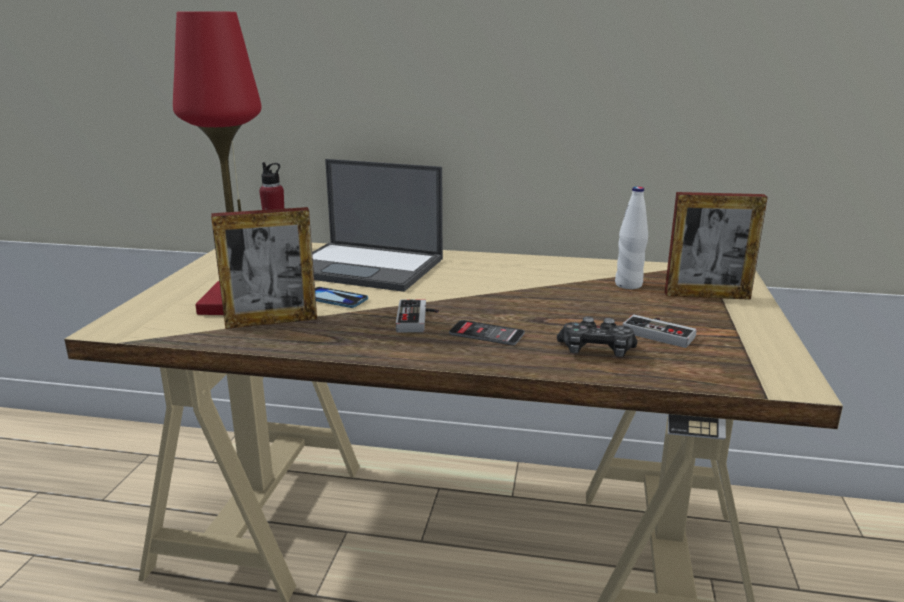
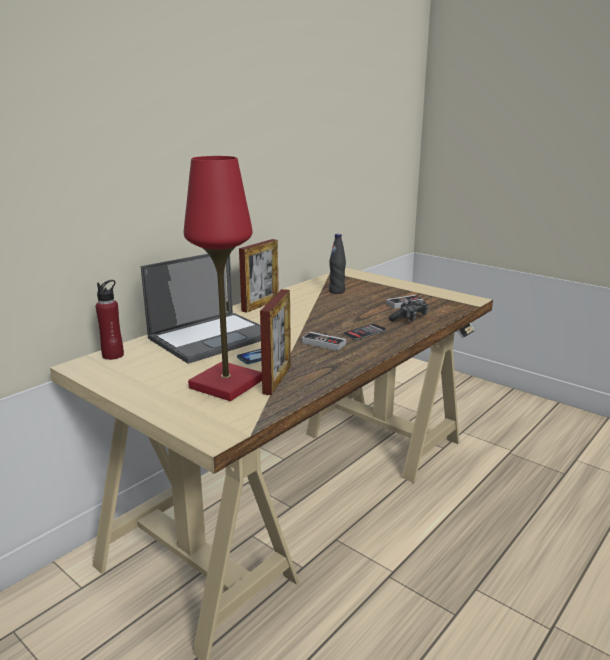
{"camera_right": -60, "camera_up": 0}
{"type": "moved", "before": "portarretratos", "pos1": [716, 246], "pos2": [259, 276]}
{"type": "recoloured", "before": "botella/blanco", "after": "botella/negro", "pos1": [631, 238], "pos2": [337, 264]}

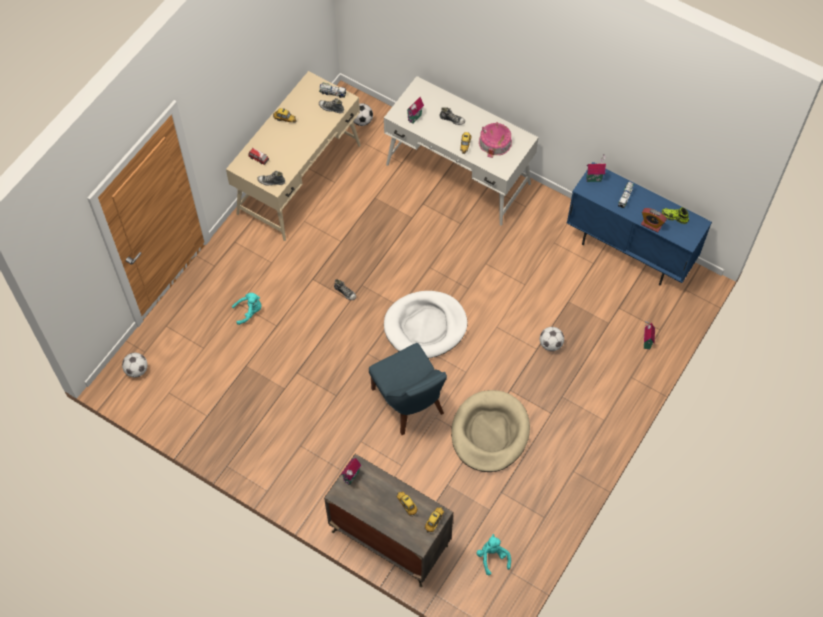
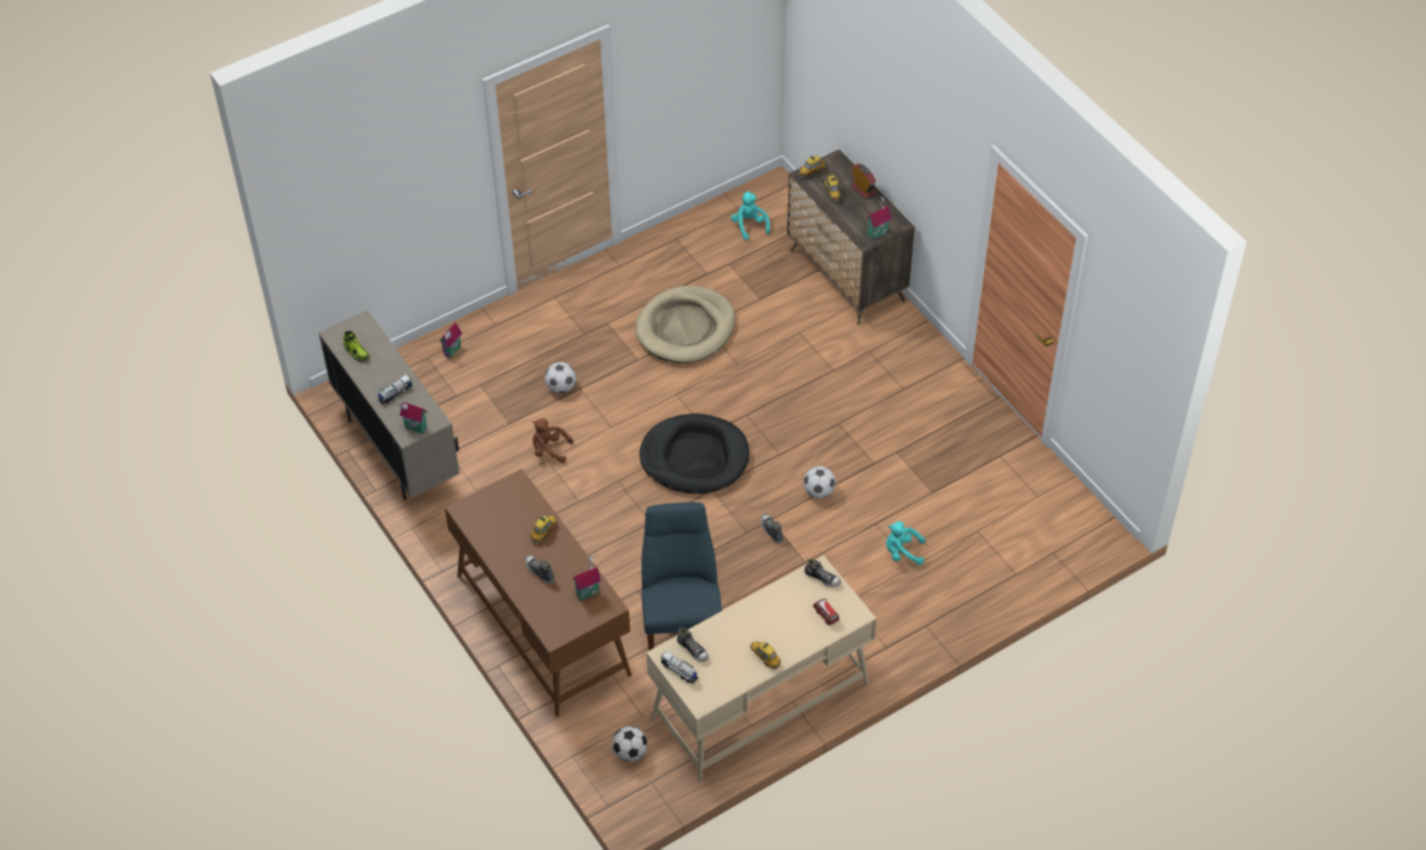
{"camera_right": -155, "camera_up": -10}
{"type": "recoloured", "before": "armario/azul", "after": "armario/beis", "pos1": [639, 223], "pos2": [389, 405]}
{"type": "recoloured", "before": "escritorio/blanco", "after": "escritorio/marrón", "pos1": [461, 151], "pos2": [538, 593]}
{"type": "added", "after": "peluche/marrón", "pos2": [552, 440]}
{"type": "recoloured", "before": "cama para perro/blanco", "after": "cama para perro/negro", "pos1": [425, 324], "pos2": [694, 453]}
{"type": "moved", "before": "silla/azul", "pos1": [408, 389], "pos2": [681, 576]}
{"type": "turned", "before": "peluche/turquesa", "pos1": [493, 555], "pos2": [750, 215], "turn": 150}
{"type": "moved", "before": "balón de fútbol", "pos1": [135, 365], "pos2": [819, 482]}
{"type": "moved", "before": "despertador", "pos1": [654, 220], "pos2": [863, 181]}
{"type": "removed", "before": "casita", "pos1": [495, 140]}

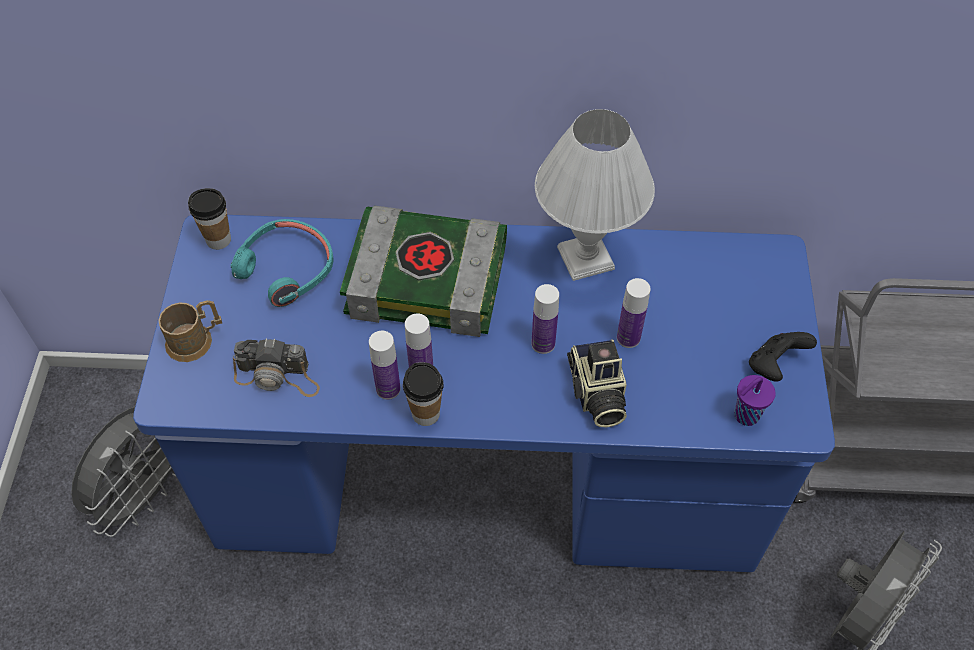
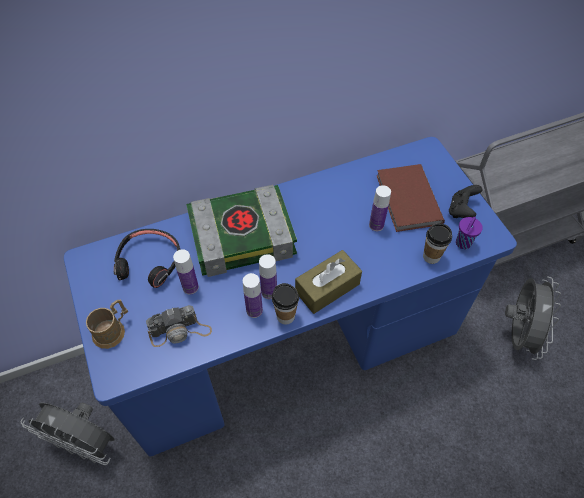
{"camera_right": -25, "camera_up": 0}
{"type": "turned", "before": "ventilador/gris", "pos1": [123, 472], "pos2": [68, 434], "turn": 105}
{"type": "recoloured", "before": "auriculares/turquesa", "after": "auriculares/negro", "pos1": [282, 263], "pos2": [147, 258]}
{"type": "moved", "before": "botella", "pos1": [545, 319], "pos2": [186, 272]}
{"type": "added", "after": "caja de pañuelos/marrón", "pos2": [328, 282]}
{"type": "added", "after": "libro/marrón", "pos2": [410, 198]}
{"type": "moved", "before": "taza", "pos1": [209, 219], "pos2": [437, 243]}
{"type": "removed", "before": "lámpara de mesa/blanco", "pos1": [595, 195]}
{"type": "removed", "before": "cámara", "pos1": [597, 383]}

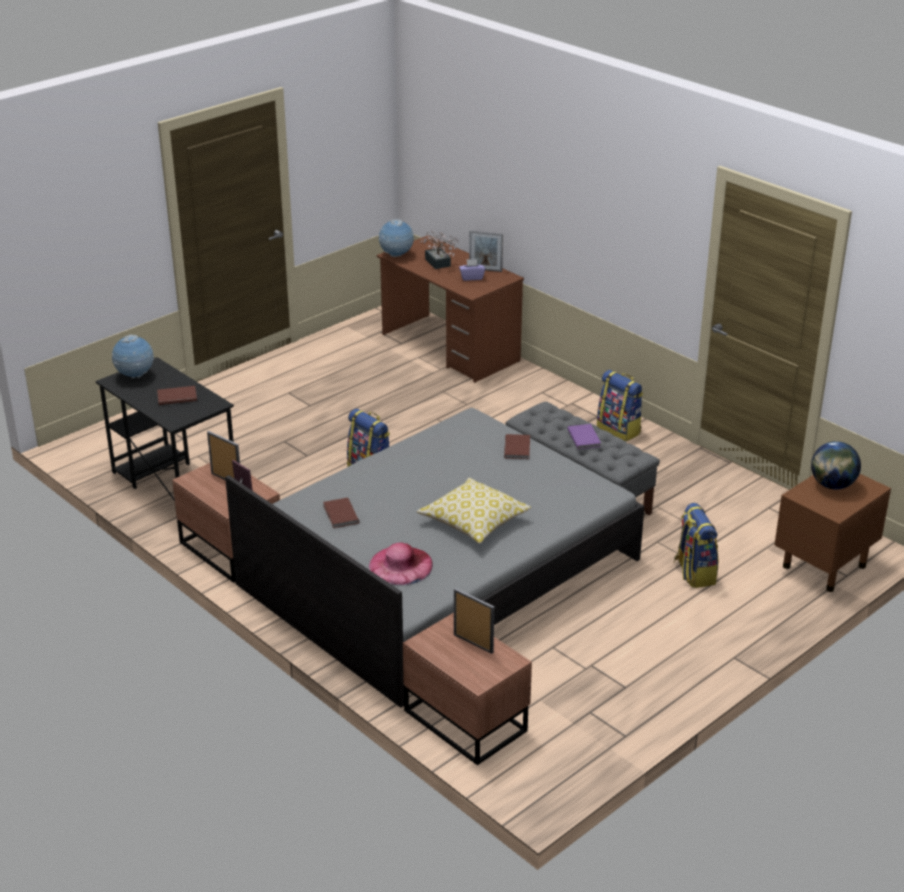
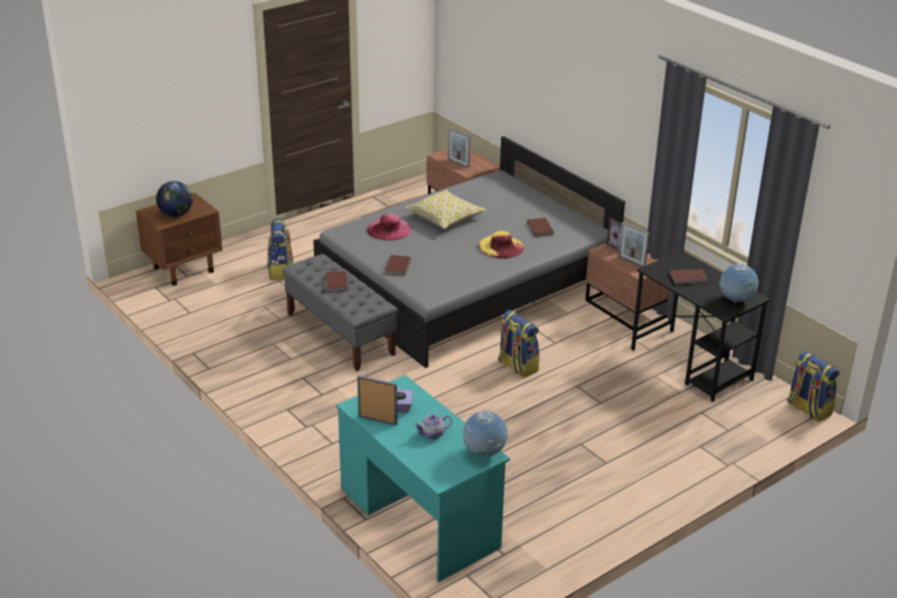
{"camera_right": -175, "camera_up": 0}
{"type": "recoloured", "before": "libro/morado", "after": "libro/marrón", "pos1": [584, 436], "pos2": [337, 281]}
{"type": "recoloured", "before": "escritorio/marrón", "after": "escritorio/turquesa", "pos1": [450, 309], "pos2": [423, 478]}
{"type": "moved", "before": "sombrero/rosa", "pos1": [401, 563], "pos2": [389, 227]}
{"type": "replaced", "before": "planta en maceta", "after": "tetera", "pos1": [439, 250], "pos2": [433, 426]}
{"type": "added", "after": "sombrero/amarillo", "pos2": [501, 245]}
{"type": "moved", "before": "mochila", "pos1": [620, 406], "pos2": [813, 386]}

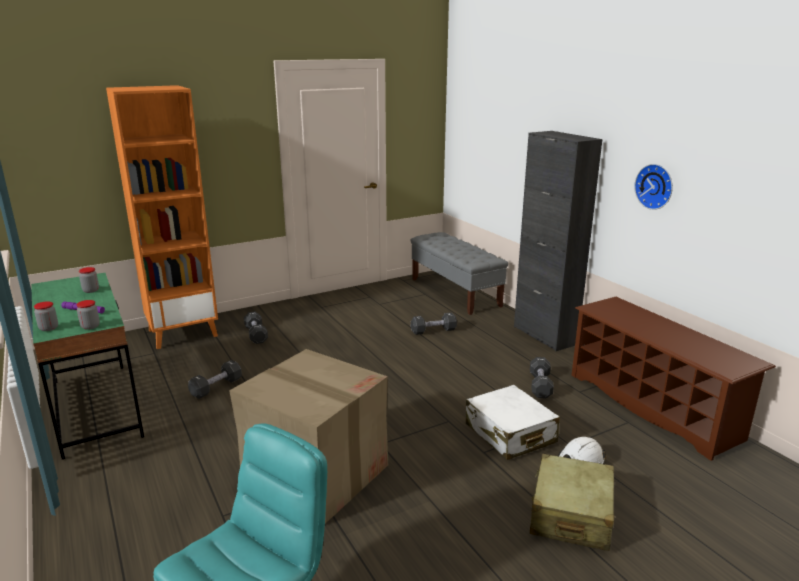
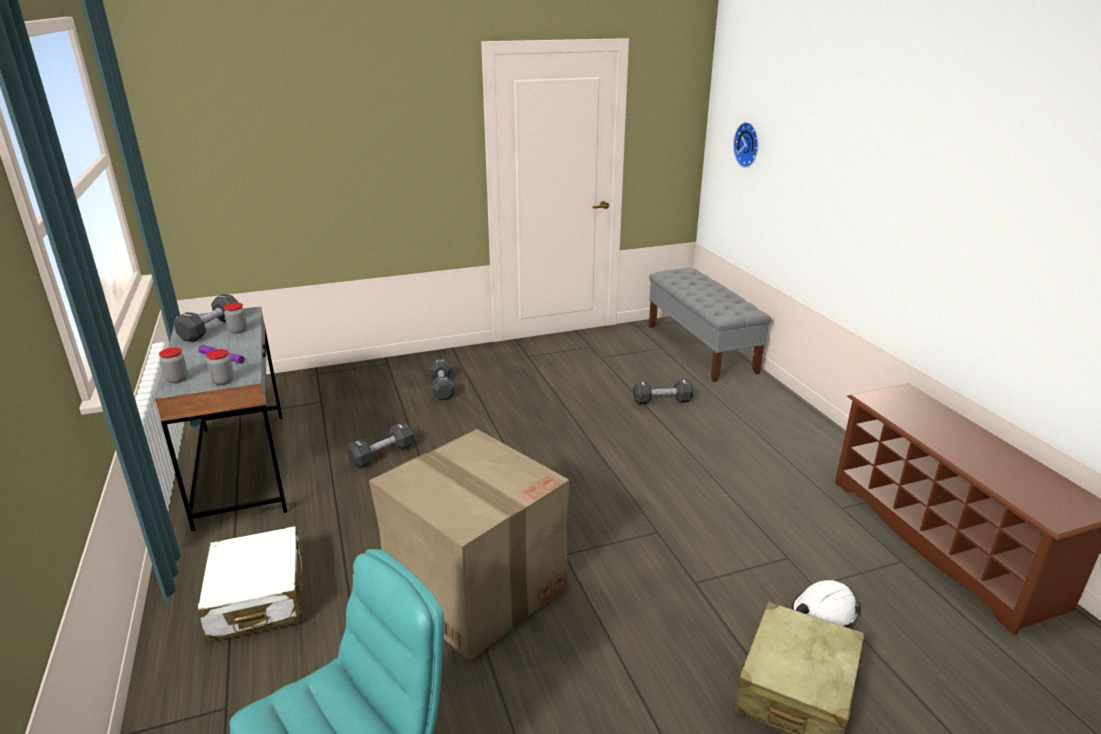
{"camera_right": 10, "camera_up": 5}
{"type": "recoloured", "before": "escritorio/verde", "after": "escritorio/gris", "pos1": [87, 366], "pos2": [221, 418]}
{"type": "moved", "before": "mancuerna/negro", "pos1": [542, 378], "pos2": [206, 318]}
{"type": "moved", "before": "maleta/blanco", "pos1": [513, 422], "pos2": [249, 584]}
{"type": "moved", "before": "reloj de pared", "pos1": [653, 187], "pos2": [746, 145]}
{"type": "removed", "before": "estantería/naranja", "pos1": [162, 217]}
{"type": "removed", "before": "armario/negro", "pos1": [558, 241]}

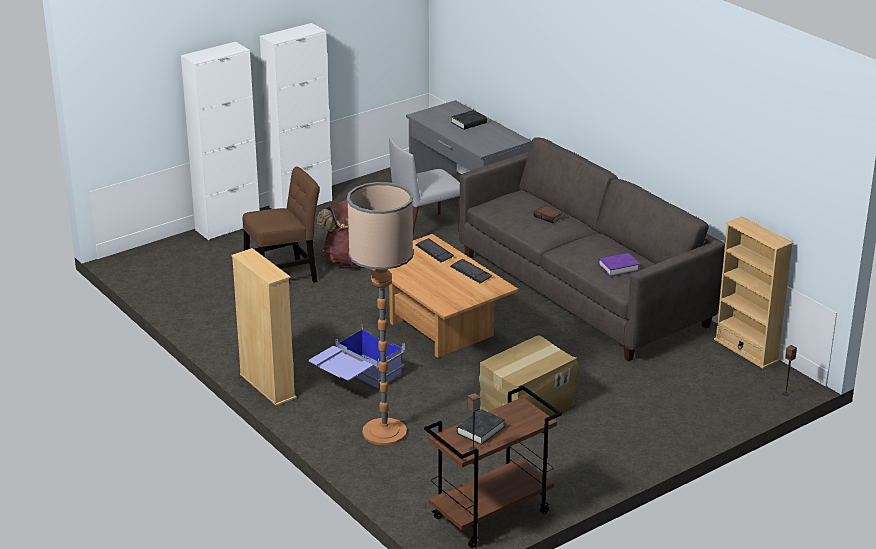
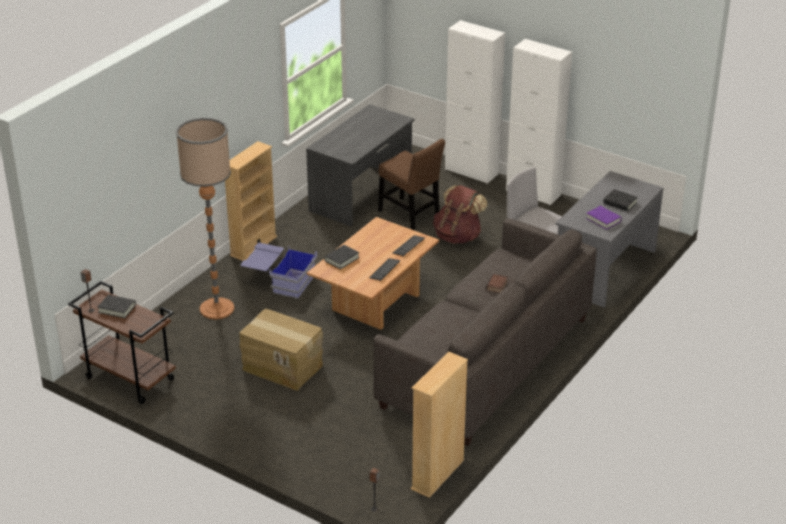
{"camera_right": 70, "camera_up": 5}
{"type": "added", "after": "escritorio/gris", "pos2": [360, 165]}
{"type": "added", "after": "libro/negro", "pos2": [341, 257]}
{"type": "moved", "before": "libro/morado", "pos1": [618, 264], "pos2": [604, 218]}

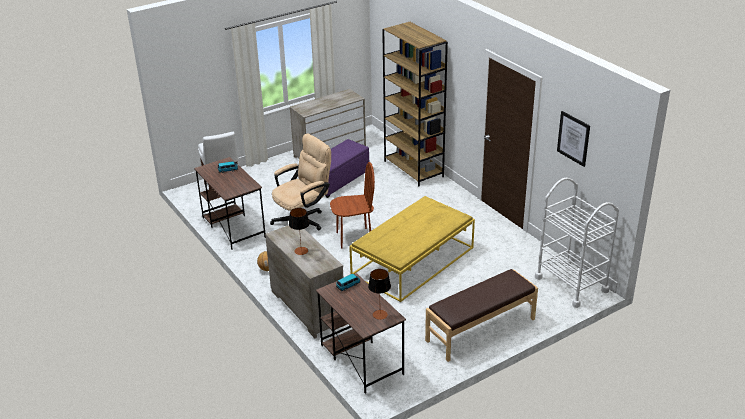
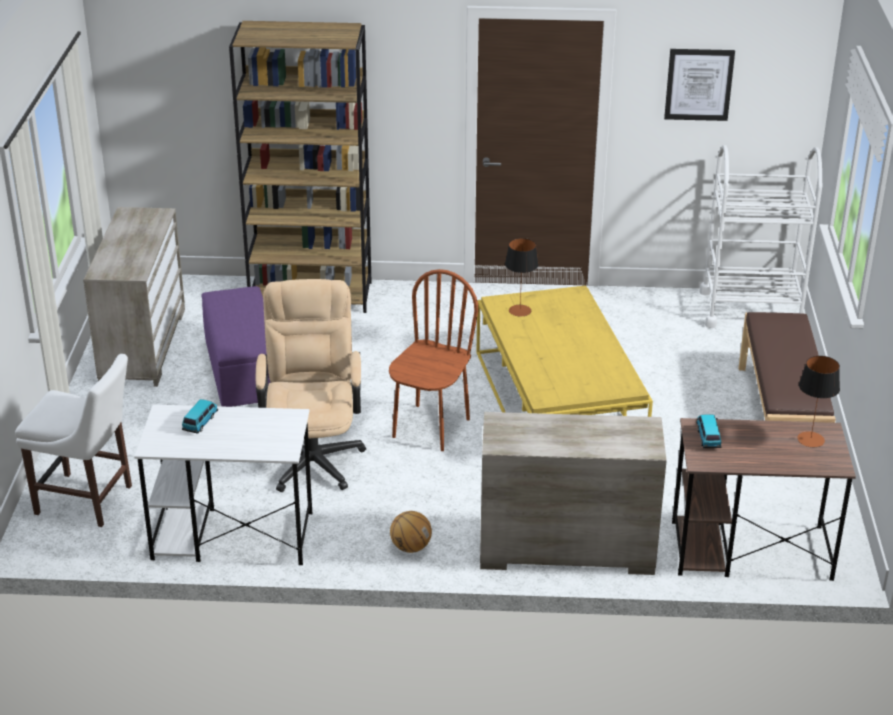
{"camera_right": -55, "camera_up": 0}
{"type": "recoloured", "before": "escritorio/marrón", "after": "escritorio/blanco", "pos1": [230, 203], "pos2": [223, 484]}
{"type": "moved", "before": "lámpara de mesa", "pos1": [299, 231], "pos2": [522, 277]}

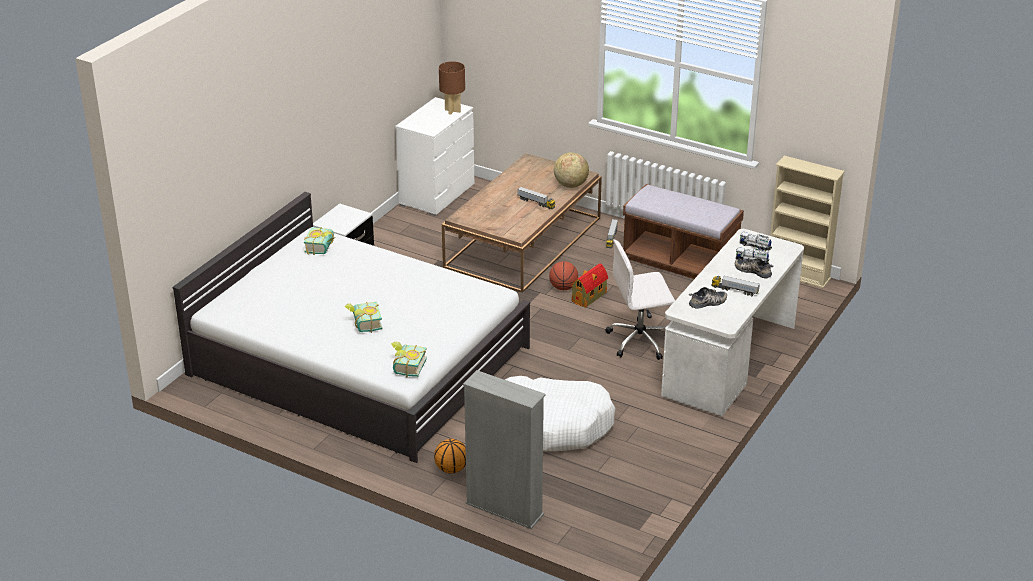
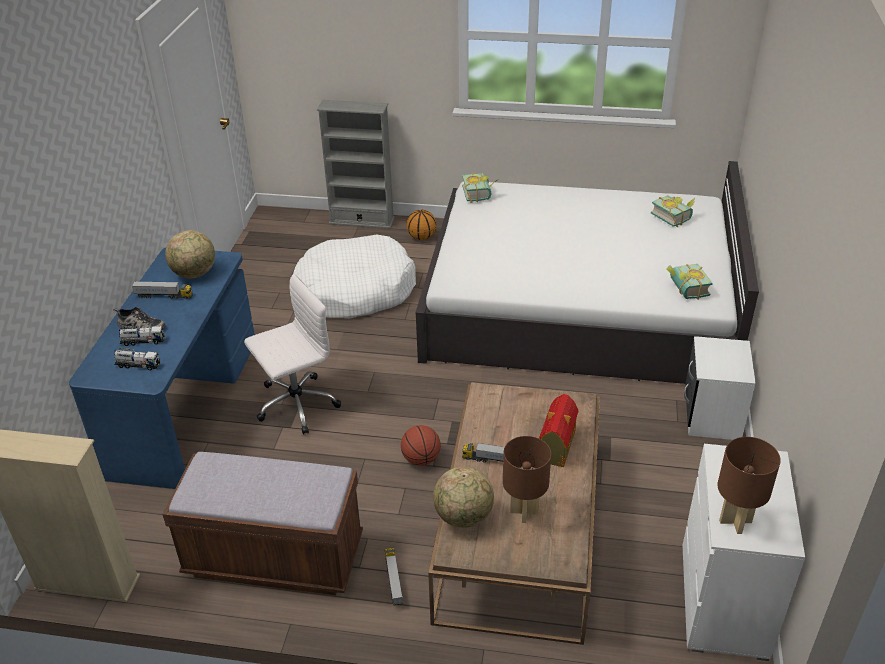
{"camera_right": 160, "camera_up": 5}
{"type": "recoloured", "before": "escritorio/blanco", "after": "escritorio/azul", "pos1": [732, 322], "pos2": [162, 368]}
{"type": "replaced", "before": "zapato", "after": "globo terráqueo", "pos1": [708, 298], "pos2": [190, 254]}
{"type": "added", "after": "lámpara de mesa/marrón", "pos2": [527, 479]}
{"type": "moved", "before": "casita", "pos1": [589, 285], "pos2": [559, 430]}
{"type": "moved", "before": "libro", "pos1": [363, 317], "pos2": [673, 211]}

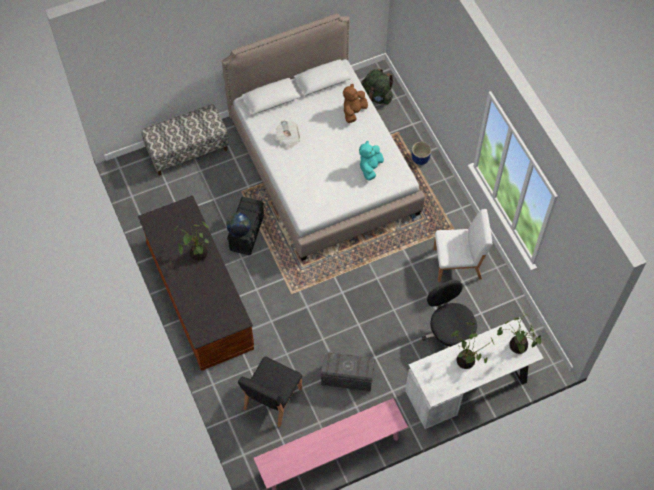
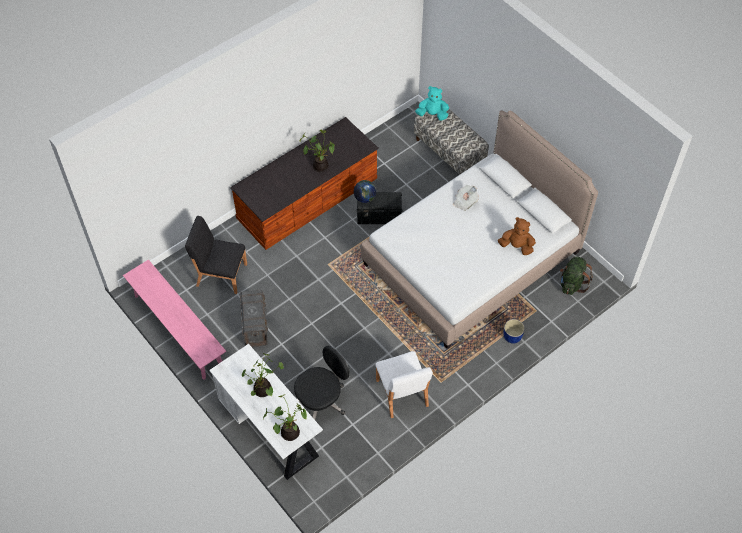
{"camera_right": 75, "camera_up": -5}
{"type": "moved", "before": "peluche/turquesa", "pos1": [371, 161], "pos2": [432, 103]}

